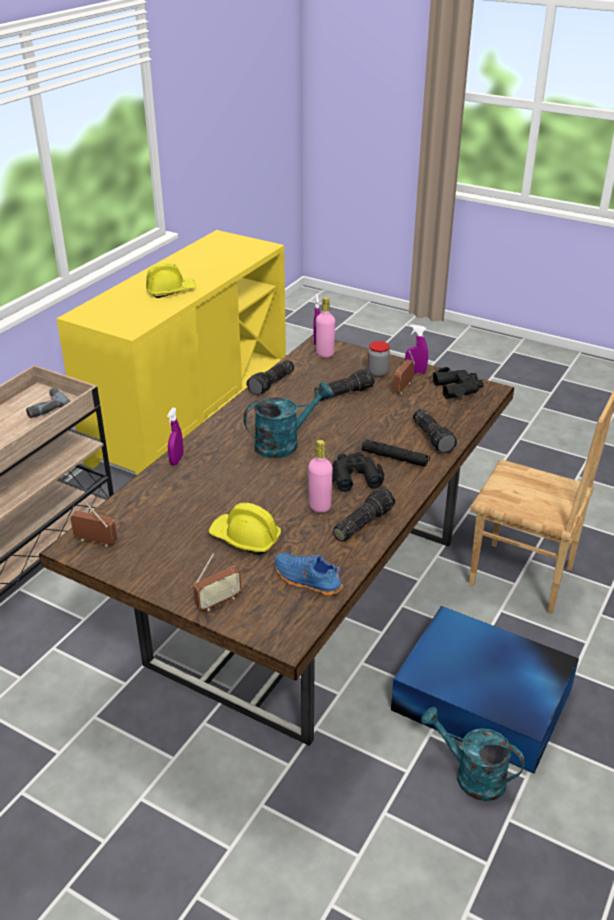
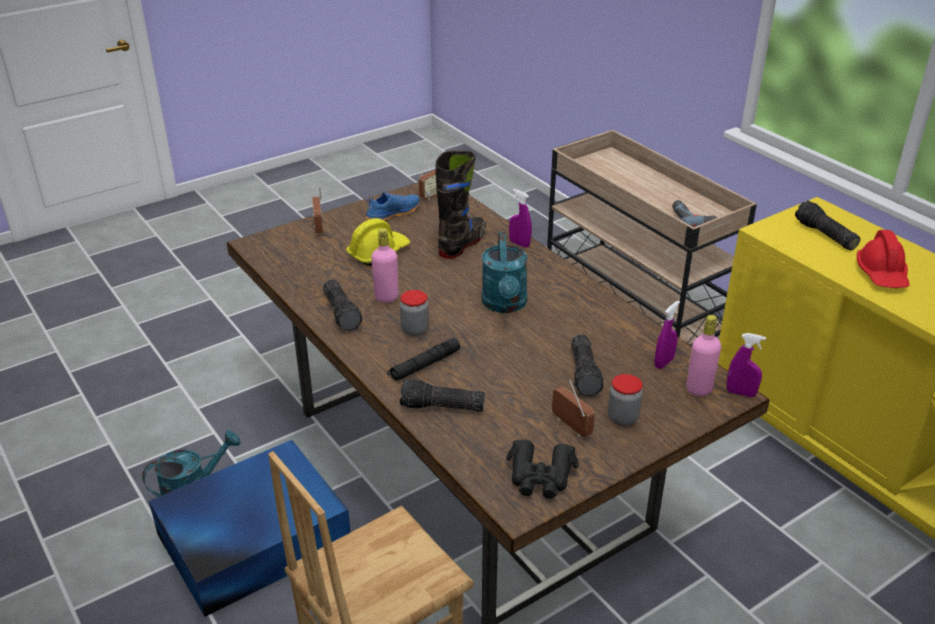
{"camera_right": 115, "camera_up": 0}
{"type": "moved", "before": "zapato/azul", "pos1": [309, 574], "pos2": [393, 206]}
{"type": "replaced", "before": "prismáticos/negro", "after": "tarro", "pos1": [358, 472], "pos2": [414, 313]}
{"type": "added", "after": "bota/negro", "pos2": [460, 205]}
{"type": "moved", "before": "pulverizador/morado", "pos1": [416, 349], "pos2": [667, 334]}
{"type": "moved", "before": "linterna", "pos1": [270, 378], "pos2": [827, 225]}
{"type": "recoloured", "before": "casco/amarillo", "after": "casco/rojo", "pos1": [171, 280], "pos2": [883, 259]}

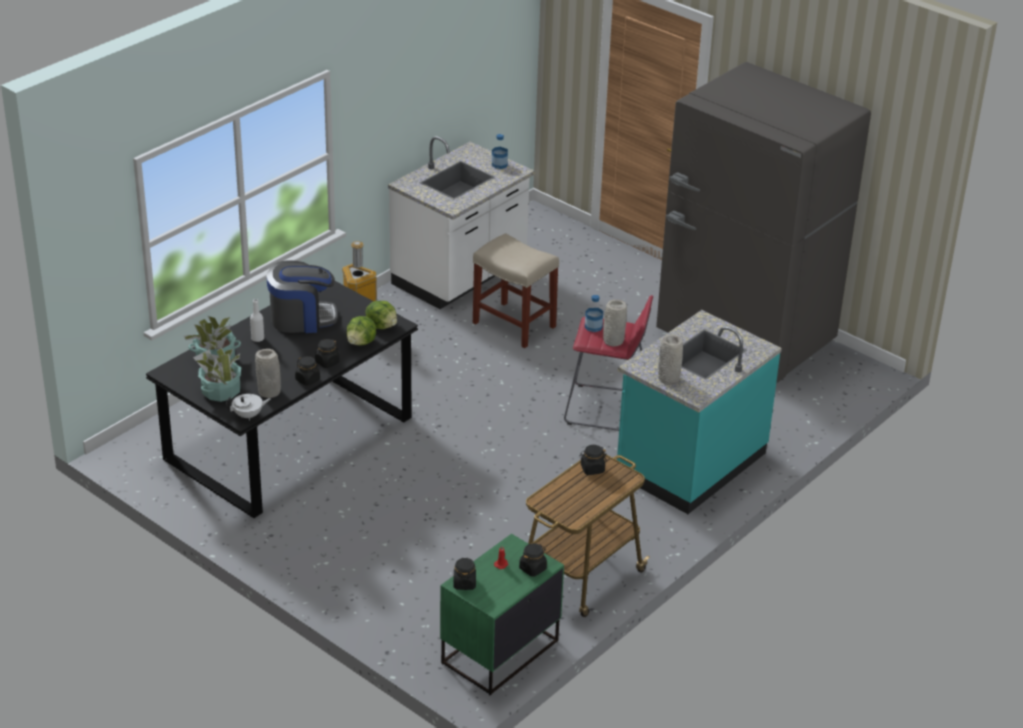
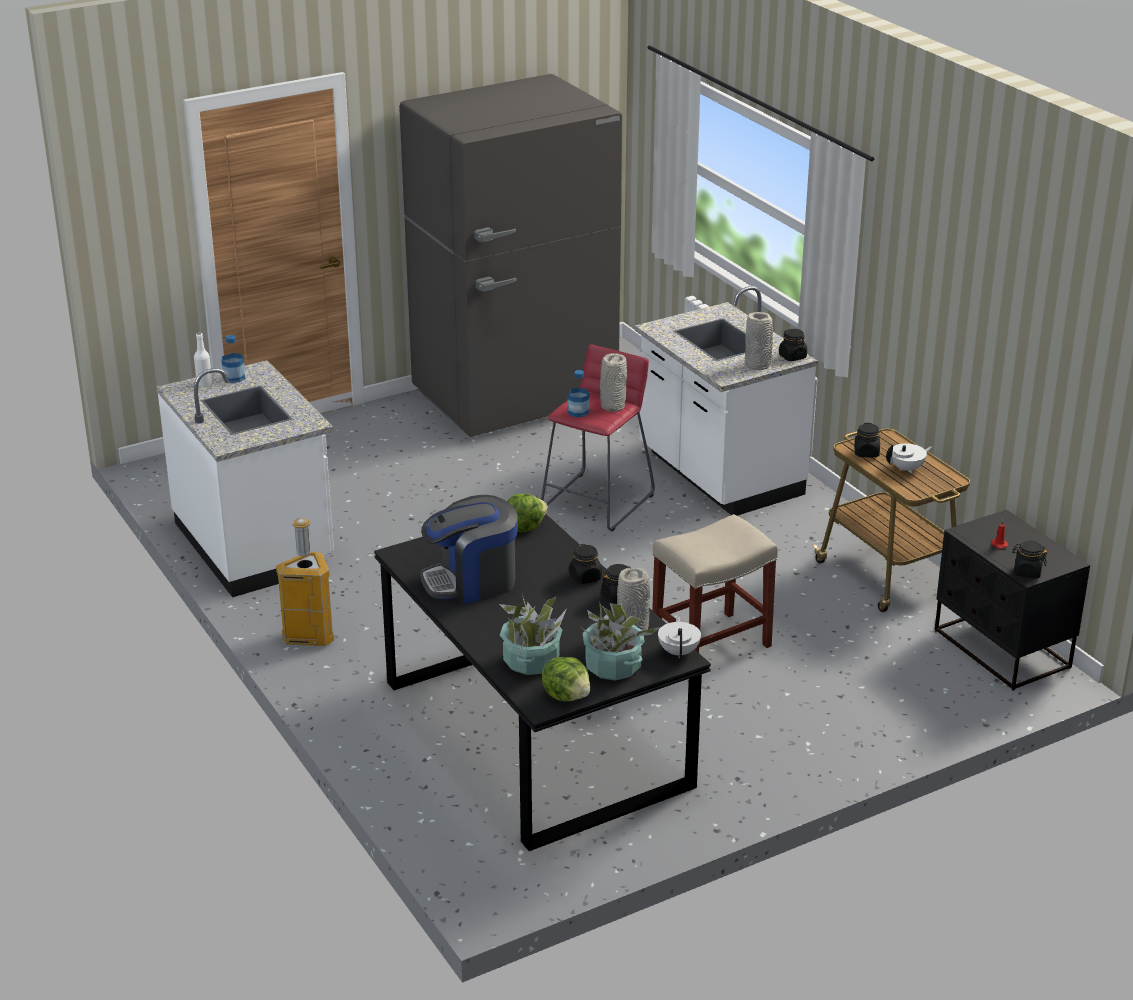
{"camera_right": -70, "camera_up": -5}
{"type": "moved", "before": "botella/blanco", "pos1": [257, 320], "pos2": [203, 360]}
{"type": "turned", "before": "cafetera", "pos1": [302, 296], "pos2": [469, 549], "turn": -120}
{"type": "moved", "before": "lechuga", "pos1": [361, 330], "pos2": [566, 679]}
{"type": "recoloured", "before": "mueble bajo de cocina/turquesa", "after": "mueble bajo de cocina/blanco", "pos1": [699, 412], "pos2": [726, 401]}
{"type": "moved", "before": "taburete/beis", "pos1": [516, 290], "pos2": [715, 583]}
{"type": "moved", "before": "tarro/negro", "pos1": [533, 560], "pos2": [793, 345]}
{"type": "added", "after": "tetera/blanco", "pos2": [909, 459]}
{"type": "recoloured", "before": "mesita de noche/verde", "after": "mesita de noche/negro", "pos1": [502, 614], "pos2": [1012, 600]}

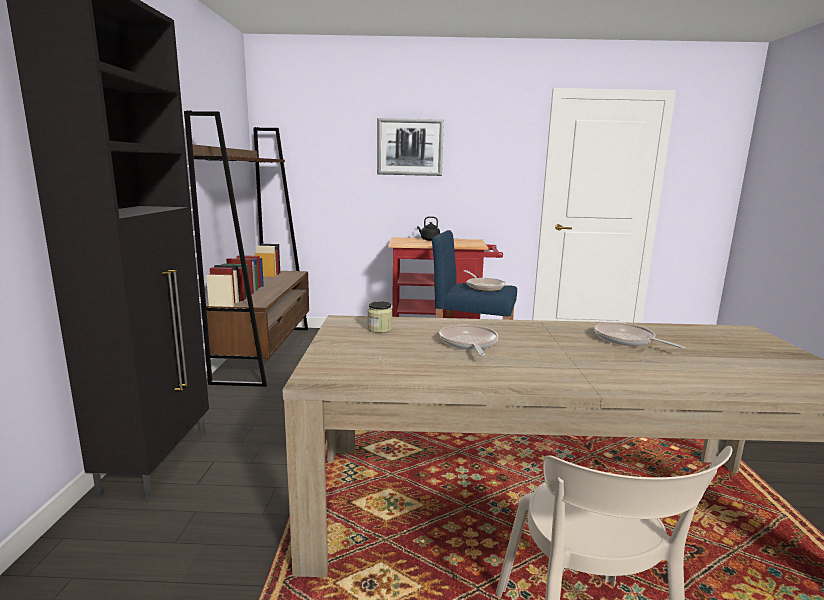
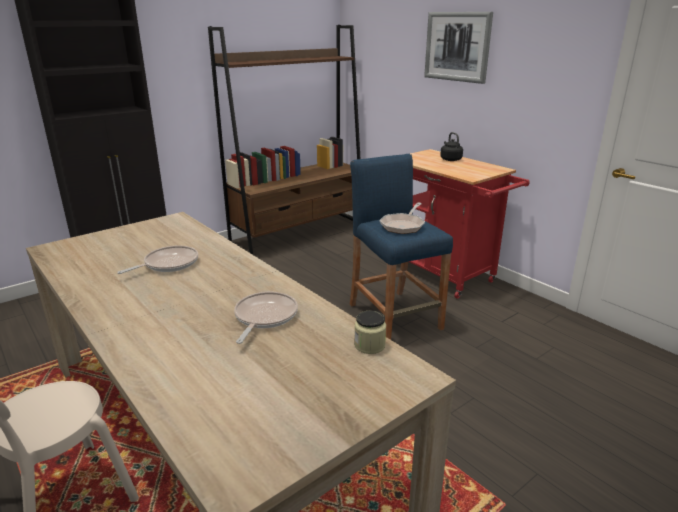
{"camera_right": 50, "camera_up": 10}
{"type": "moved", "before": "tarro", "pos1": [380, 317], "pos2": [370, 332]}

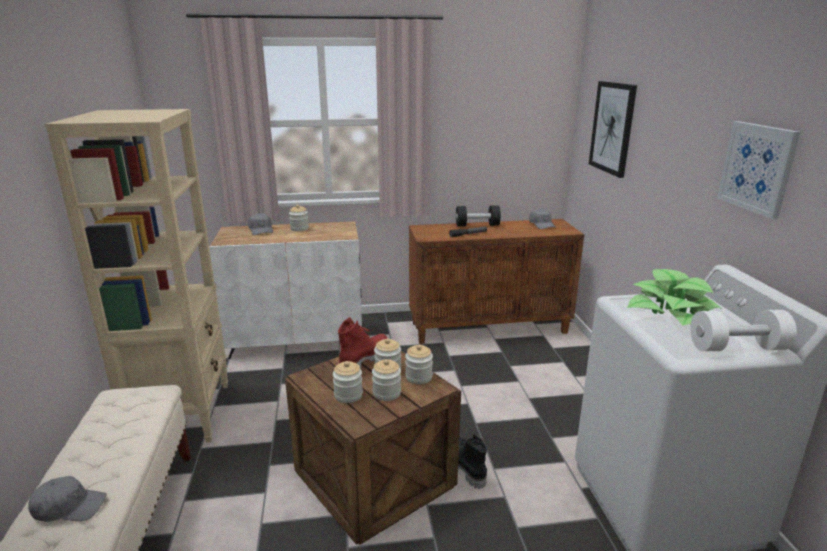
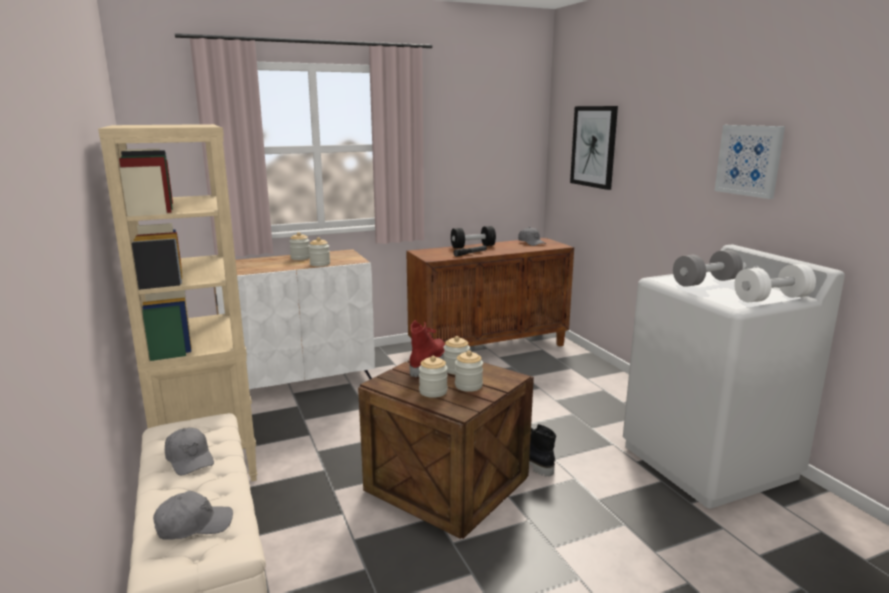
{"camera_right": -15, "camera_up": -5}
{"type": "moved", "before": "gorra/gris", "pos1": [260, 224], "pos2": [189, 451]}
{"type": "moved", "before": "tarro", "pos1": [419, 364], "pos2": [319, 251]}
{"type": "replaced", "before": "planta en maceta", "after": "mancuerna/gris", "pos1": [673, 297], "pos2": [708, 268]}

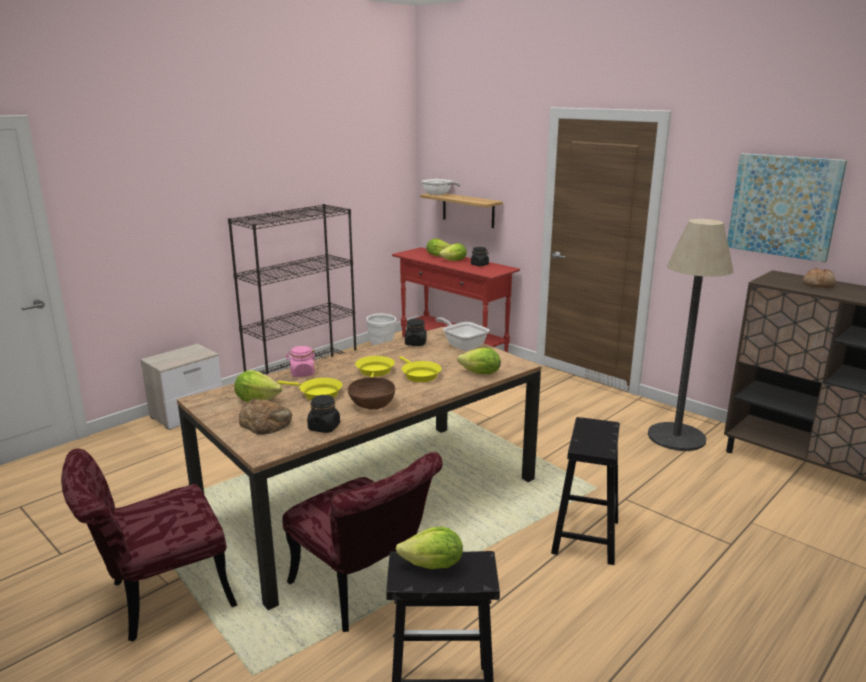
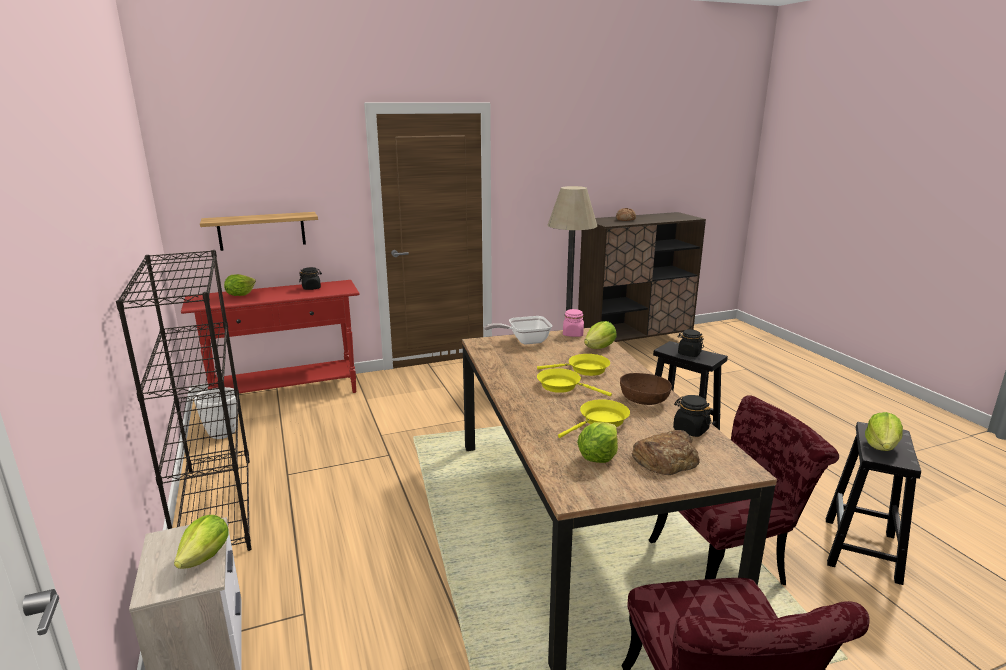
{"camera_right": -65, "camera_up": 0}
{"type": "moved", "before": "lechuga", "pos1": [453, 252], "pos2": [201, 542]}
{"type": "moved", "before": "tarro/rosa", "pos1": [301, 361], "pos2": [573, 323]}
{"type": "moved", "before": "tarro/negro", "pos1": [416, 332], "pos2": [691, 343]}
{"type": "removed", "before": "sartén", "pos1": [441, 187]}
{"type": "removed", "before": "cuadro", "pos1": [787, 207]}

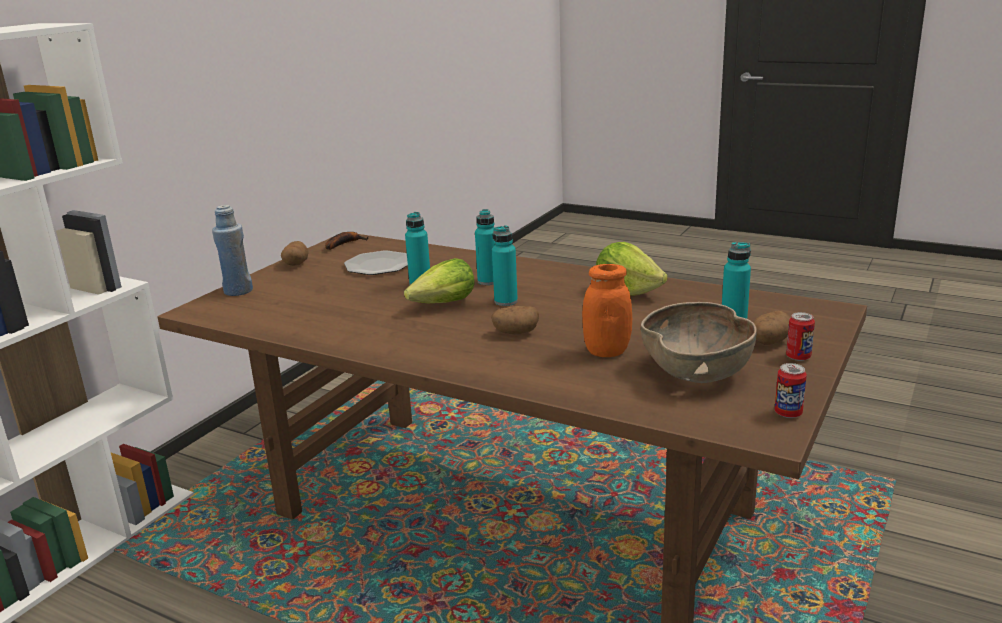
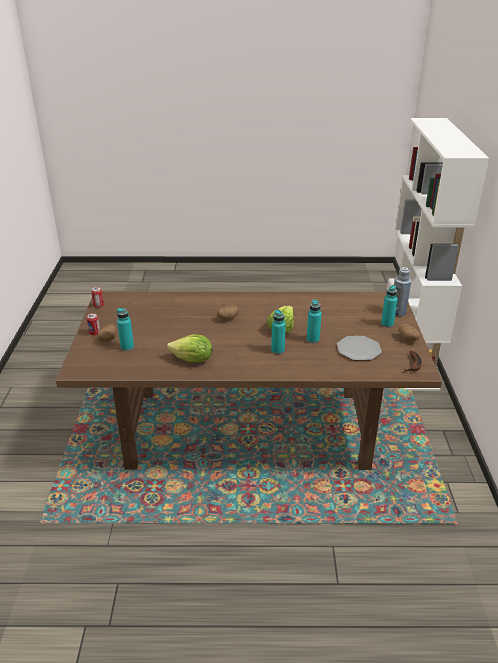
{"camera_right": 150, "camera_up": 10}
{"type": "moved", "before": "botella/turquesa", "pos1": [505, 265], "pos2": [389, 306]}
{"type": "removed", "before": "tarro/naranja", "pos1": [607, 310]}
{"type": "removed", "before": "cuenco/marrón", "pos1": [699, 342]}

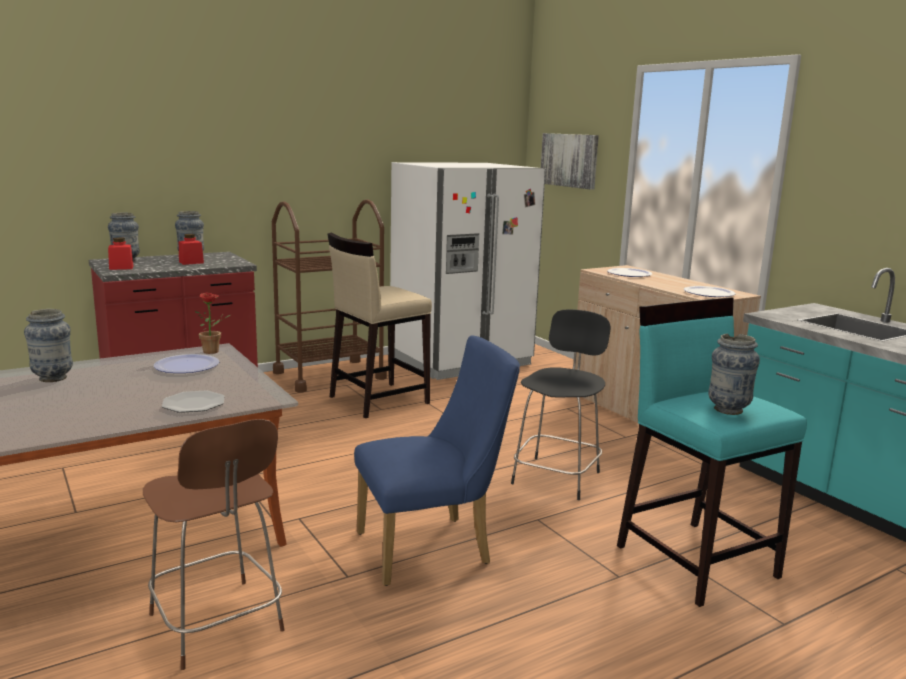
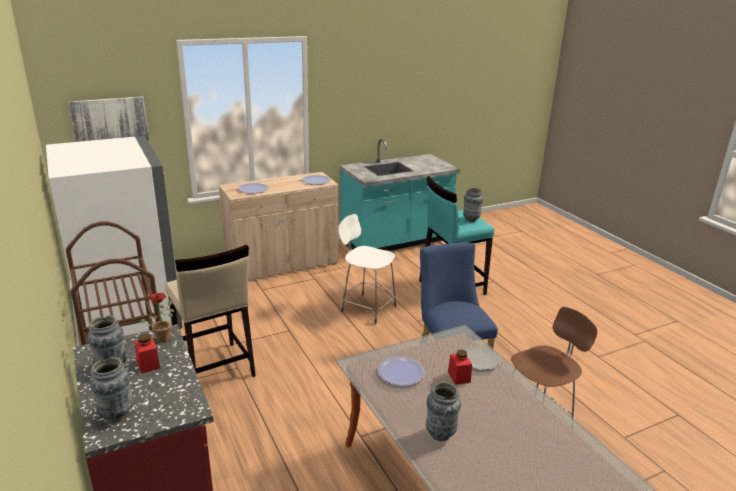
{"camera_right": -85, "camera_up": 10}
{"type": "moved", "before": "planta en maceta", "pos1": [213, 323], "pos2": [156, 318]}
{"type": "recoloured", "before": "taburete/negro", "after": "taburete/blanco", "pos1": [560, 404], "pos2": [367, 269]}
{"type": "moved", "before": "tarro/rojo", "pos1": [121, 253], "pos2": [460, 367]}

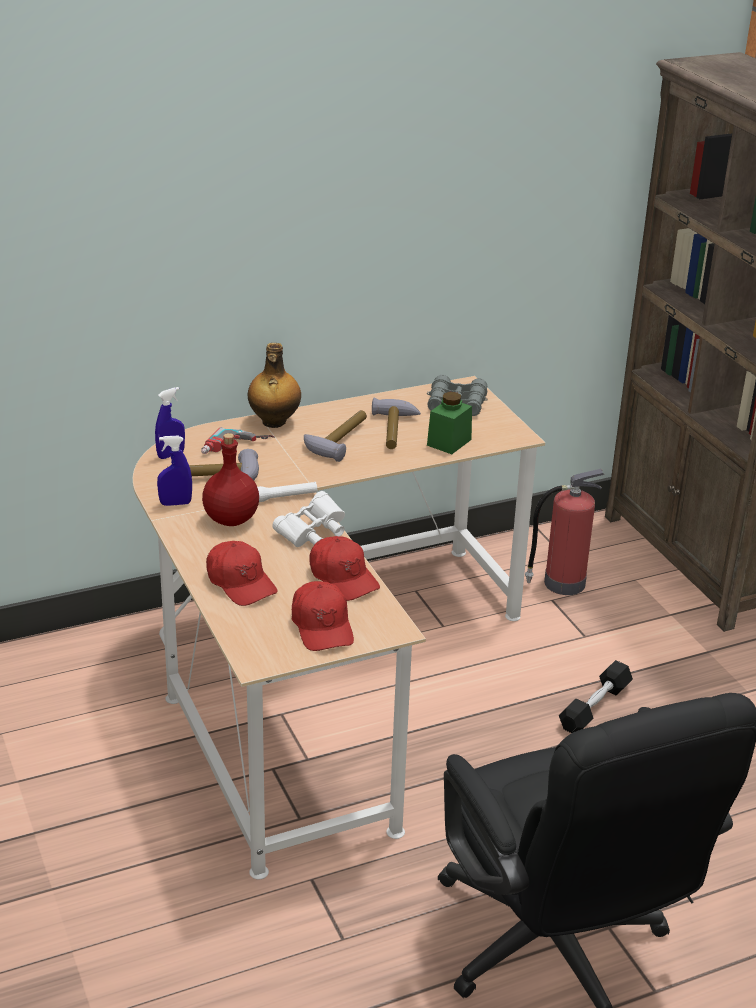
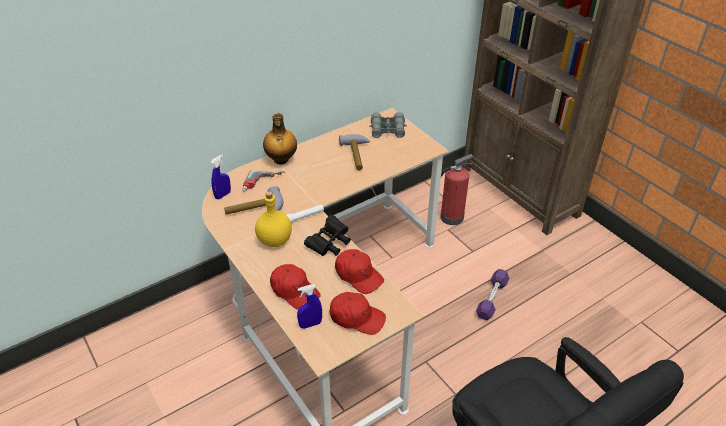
{"camera_right": -10, "camera_up": 10}
{"type": "recoloured", "before": "botella/rojo", "after": "botella/amarillo", "pos1": [230, 479], "pos2": [273, 219]}
{"type": "moved", "before": "pulverizador/azul", "pos1": [174, 471], "pos2": [309, 306]}
{"type": "recoloured", "before": "prismáticos/blanco", "after": "prismáticos/negro", "pos1": [308, 519], "pos2": [327, 235]}
{"type": "turned", "before": "gorra/rojo", "pos1": [323, 616], "pos2": [358, 313], "turn": -45}
{"type": "recoloured", "before": "mancuerna/negro", "after": "mancuerna/morado", "pos1": [596, 696], "pos2": [492, 294]}
{"type": "removed", "before": "martillo", "pos1": [335, 436]}
{"type": "removed", "before": "tarro/verde", "pos1": [449, 423]}

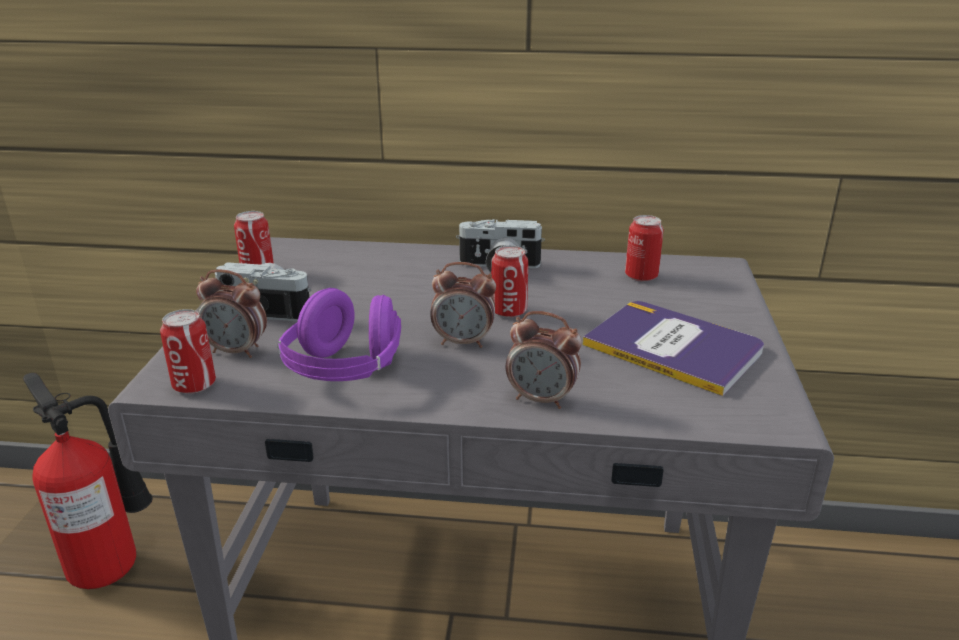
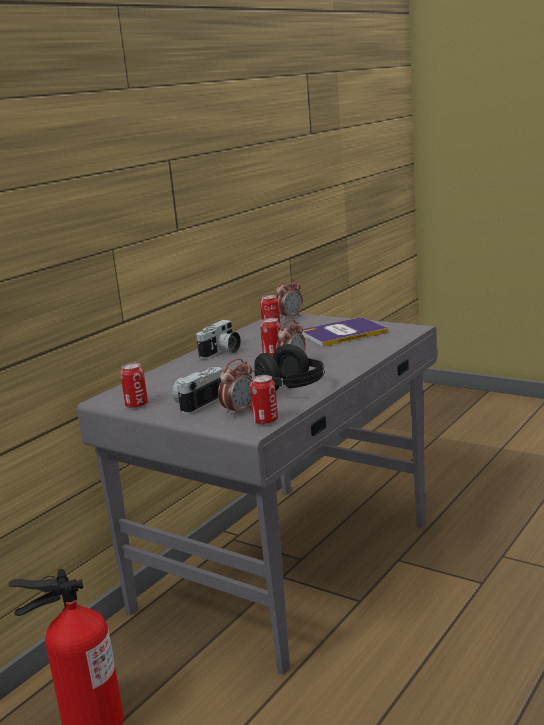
{"camera_right": -60, "camera_up": -10}
{"type": "recoloured", "before": "auriculares/morado", "after": "auriculares/negro", "pos1": [339, 334], "pos2": [288, 367]}
{"type": "moved", "before": "despertador", "pos1": [544, 360], "pos2": [289, 299]}

